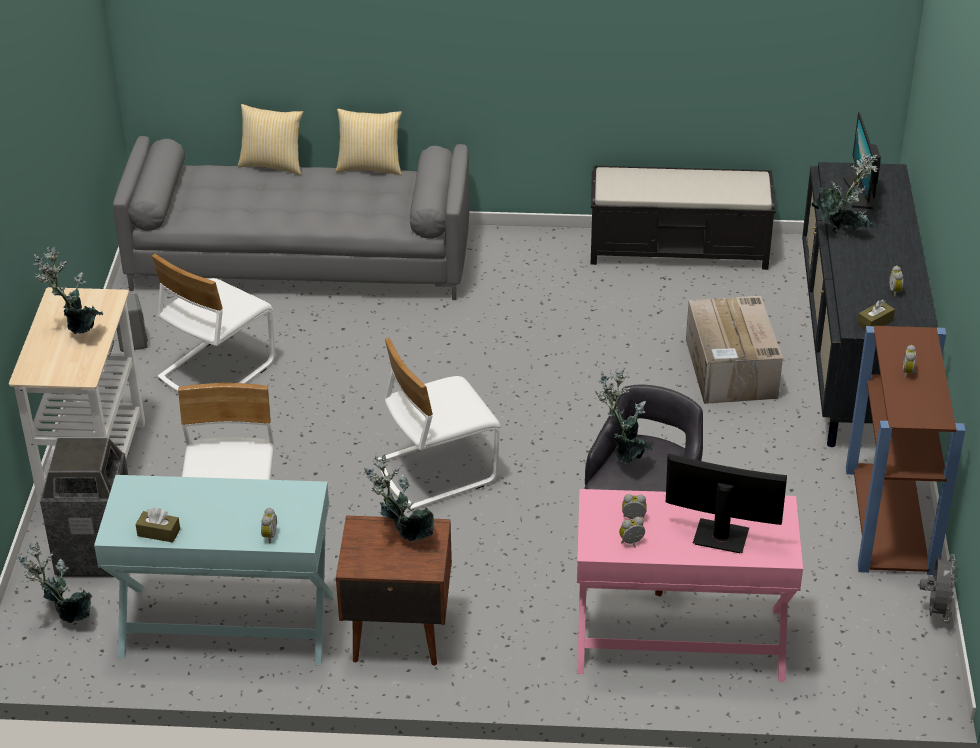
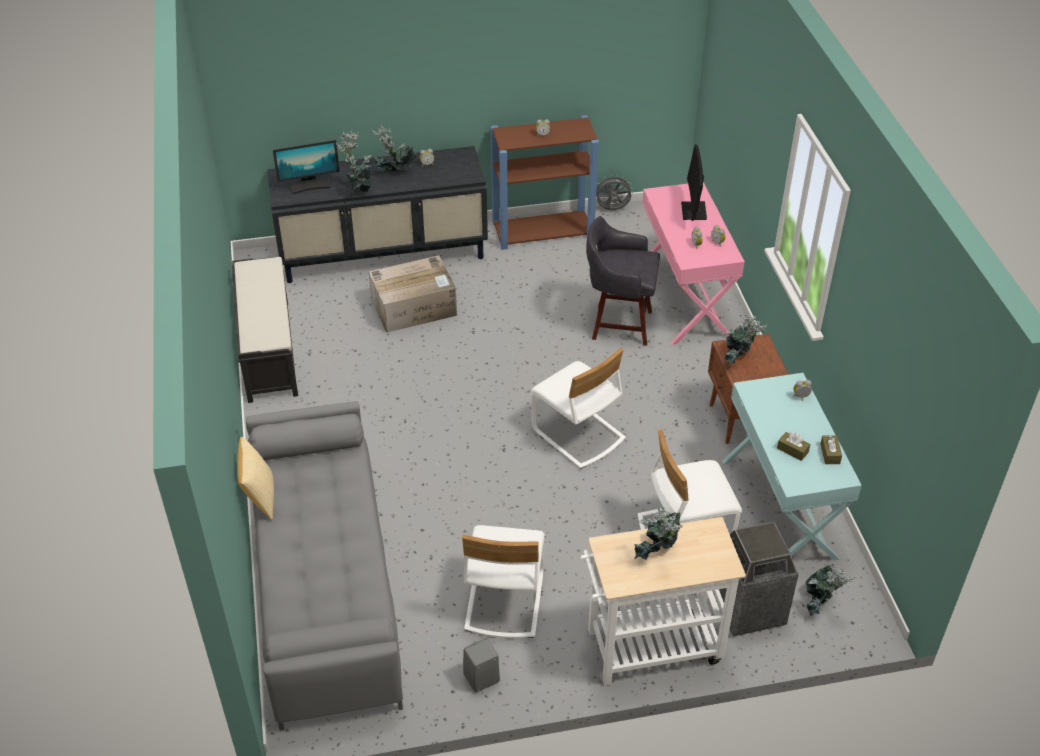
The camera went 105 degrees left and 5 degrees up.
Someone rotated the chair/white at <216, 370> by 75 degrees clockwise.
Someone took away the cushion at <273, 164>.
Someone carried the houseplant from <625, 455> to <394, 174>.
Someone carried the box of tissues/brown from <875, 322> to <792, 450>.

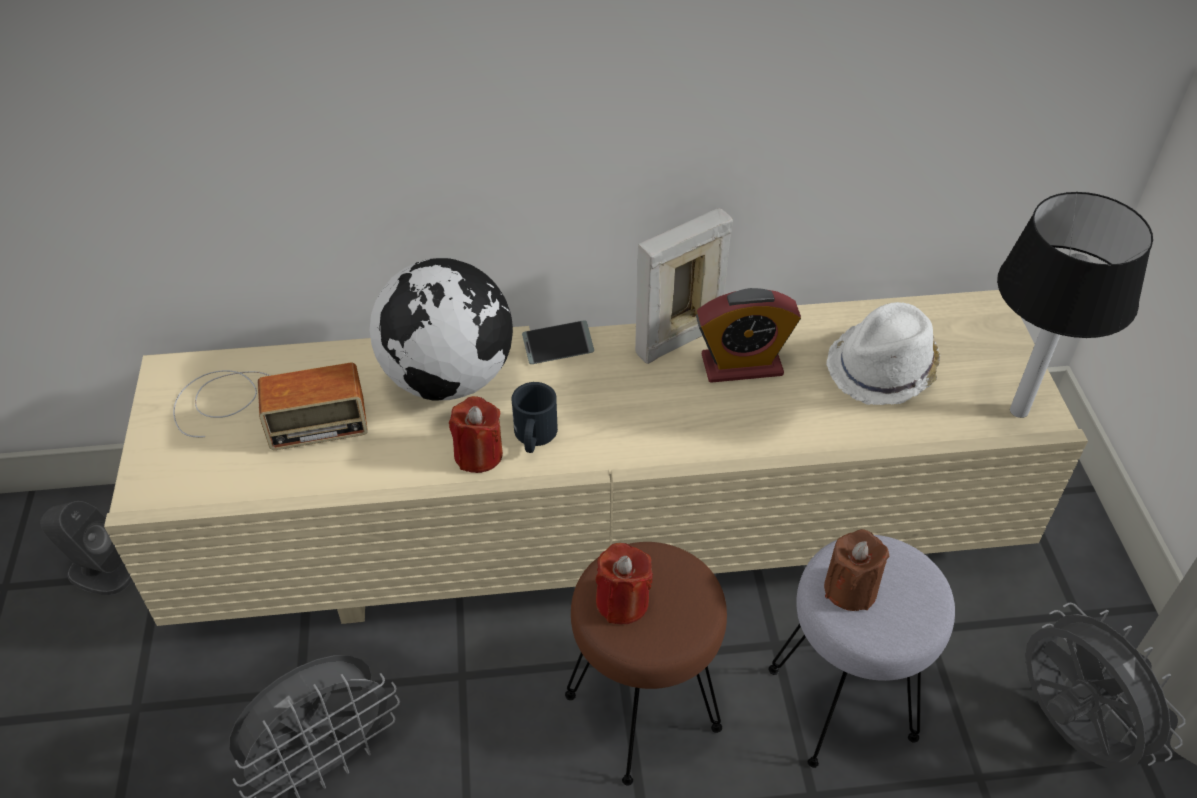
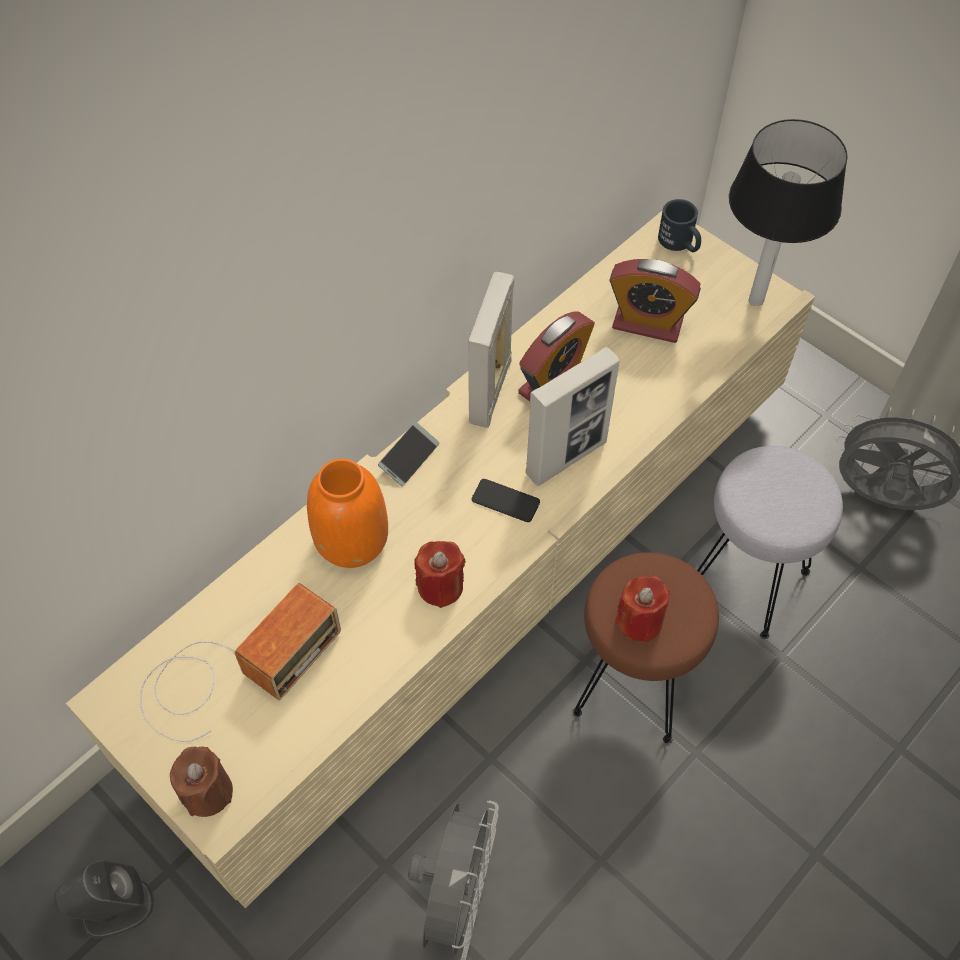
The camera went 40 degrees left and 10 degrees up.
Someone swapped the desk globe at <449, 378> for the flower vase/orange at <353, 541>.
Someone carried the coffee mug/black-coloured from <534, 437> to <680, 243>.
Someone carried the candle/brown from <850, 589> to <207, 792>.
Someone swapped the hat/white at <883, 369> for the table clock at <647, 323>.
Someone put down the telephone at <505, 501>.
Someone put down the photo frame at <566, 458>.

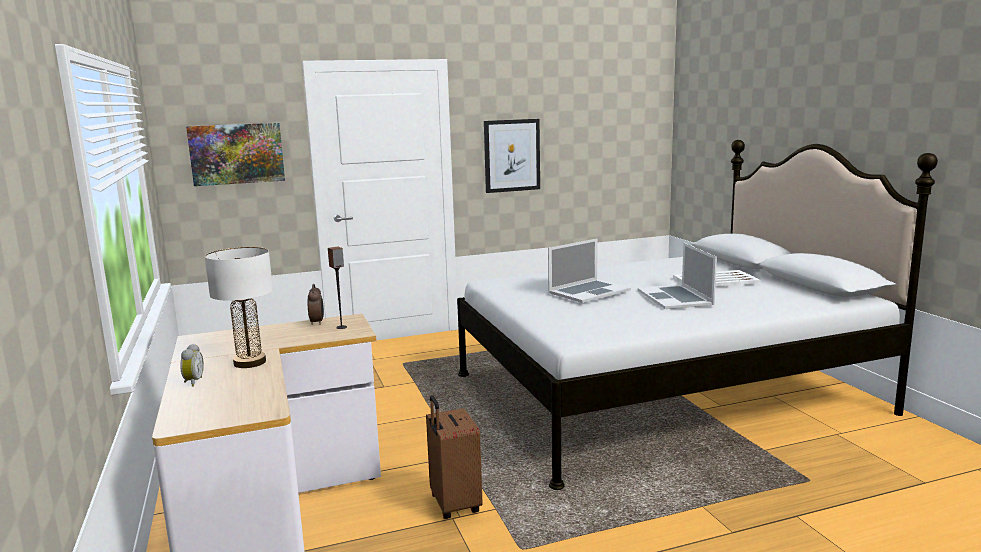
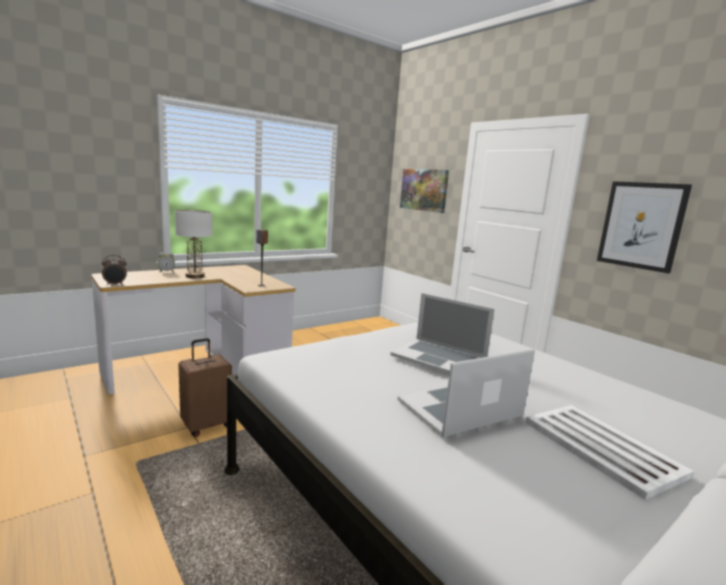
The camera went 70 degrees right and 0 degrees up.
Someone carried the table clock from <317, 322> to <115, 284>.

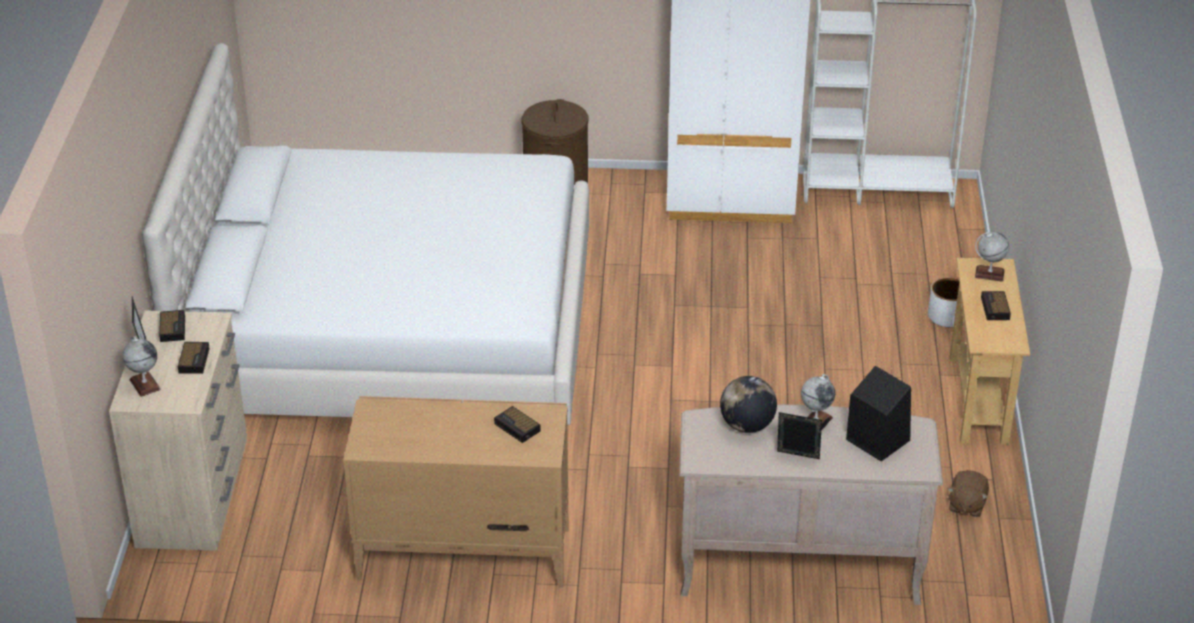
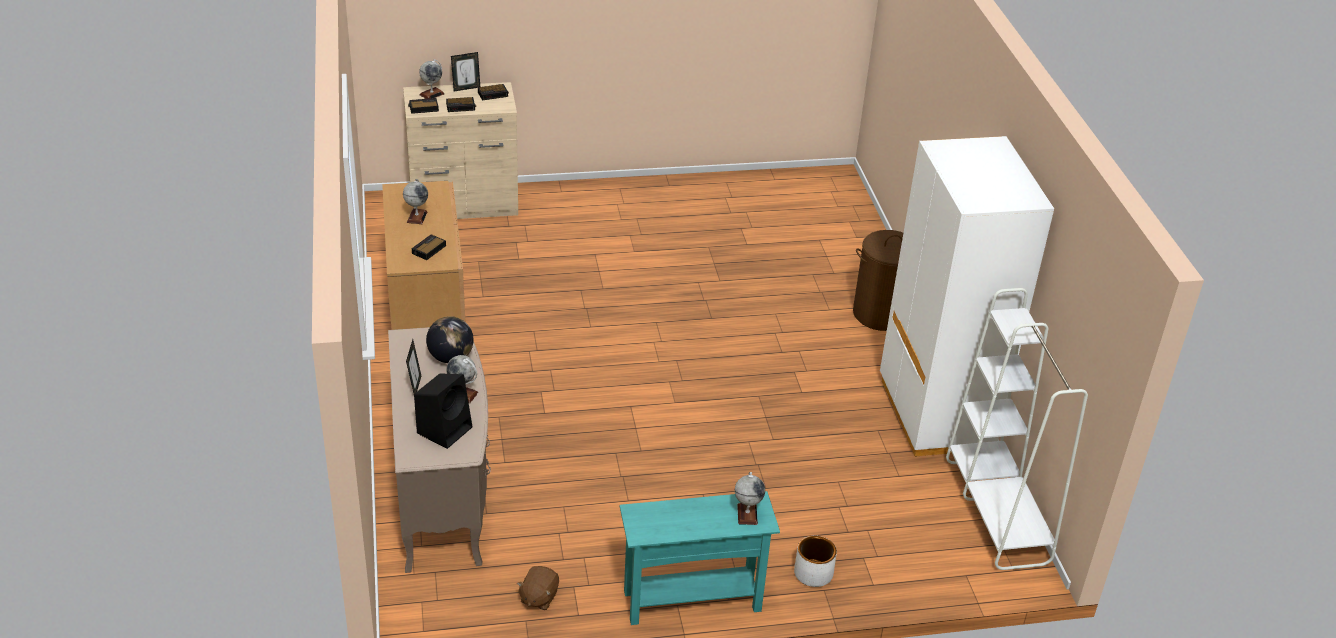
The camera went 75 degrees right and 0 degrees up.
Someone took away the bedroom bed/white at <390, 327>.
Someone rotated the plush toy/brown at <966, 505> by 75 degrees counterclockwise.
Someone repainted the console table/beige-coloured at <978, 399>, which became the console table/blue-green at <692, 601>.
Someone carried the table clock from <995, 309> to <423, 108>.
Someone put down the desk globe at <417, 217>.

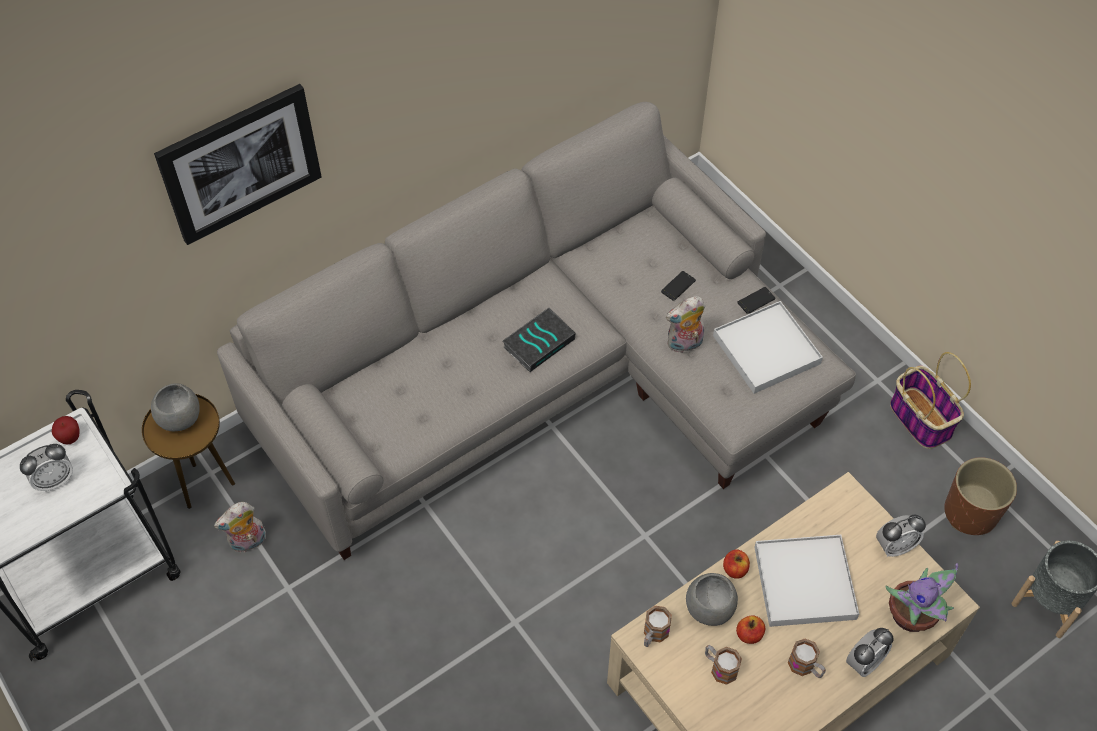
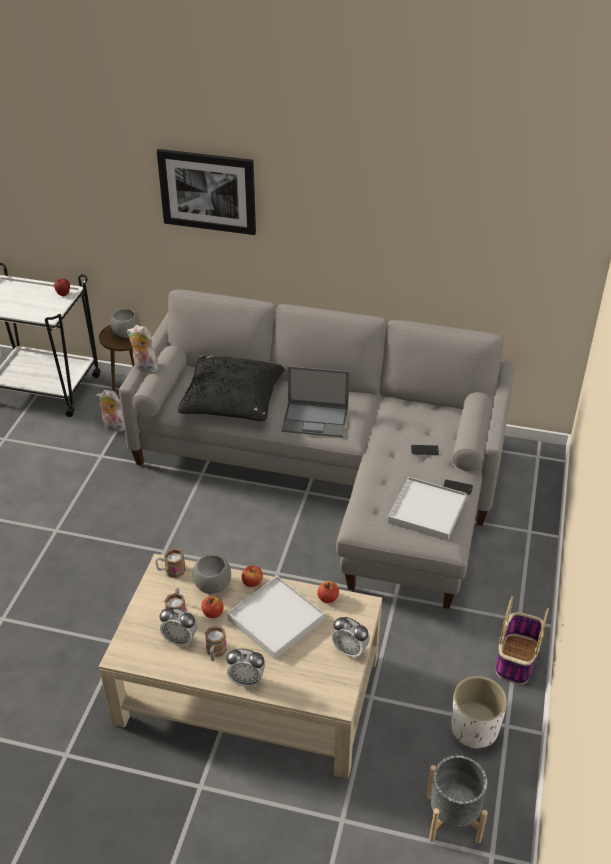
The camera went 50 degrees right and 15 degrees down.
Someone carried the table clock from <55, 480> to <180, 639>.
Someone swapped the bound book at <538, 342> for the portable computer at <316, 419>.
Someone carried the plush toy from <684, 344> to <144, 368>.
Someone took away the houseplant at <912, 617>.
Someone repainted the plant pot/brown at <971, 513>, which became the plant pot/white at <474, 729>.
Someone put down the cushion/black-coloured at <232, 399>.
Someone put down the apple at <328, 598>.

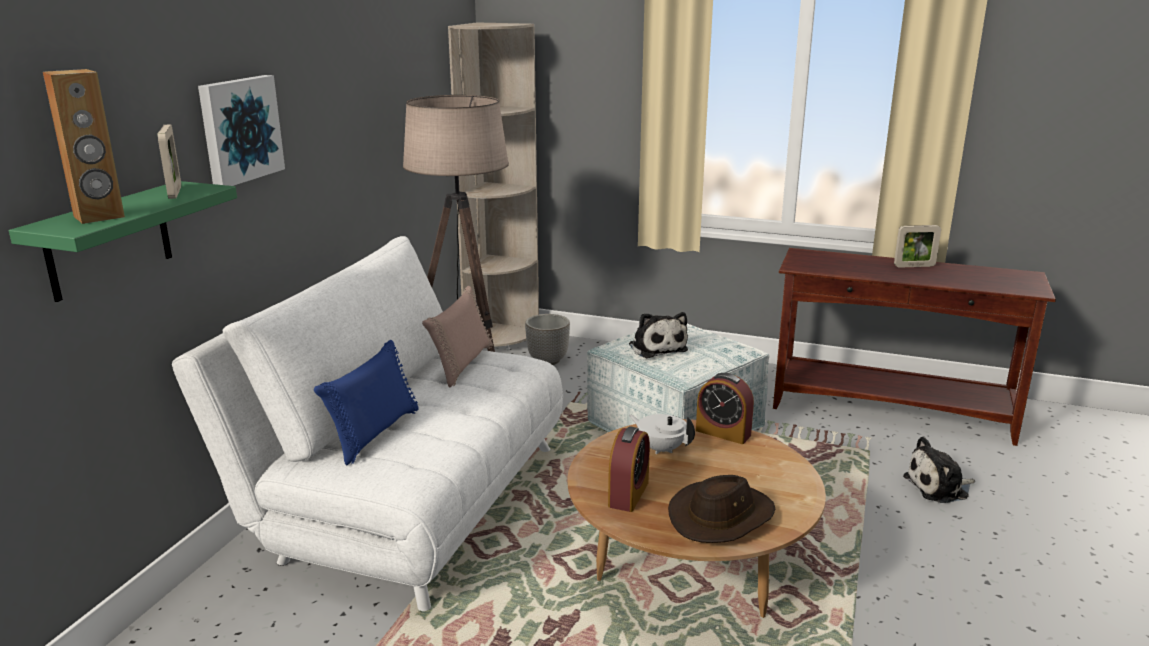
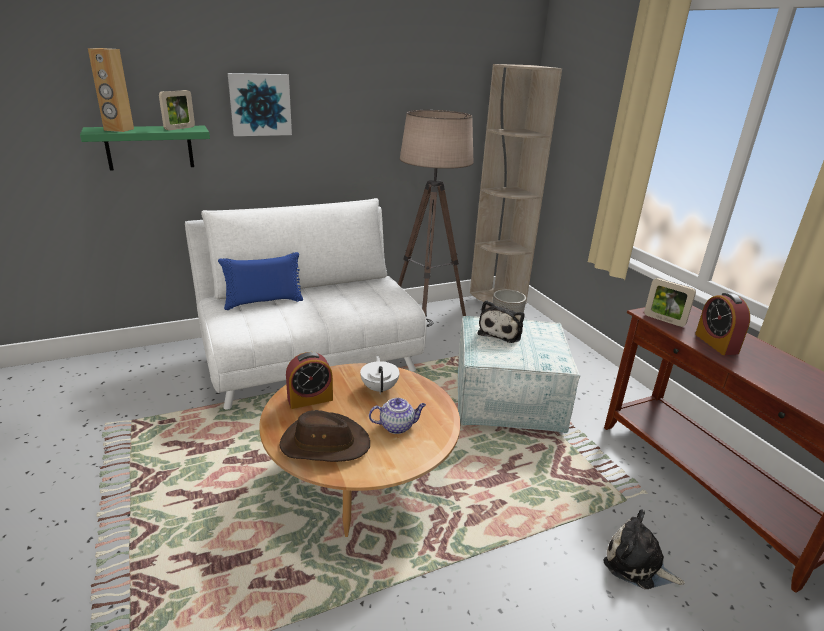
The camera went 45 degrees right and 5 degrees up.
Someone took away the cushion/beige-coloured at <461, 364>.
Someone carried the table clock from <723, 433> to <716, 343>.
Someone carried the photo frame from <914, 266> to <664, 320>.
Someone put down the pot for tea at <397, 426>.

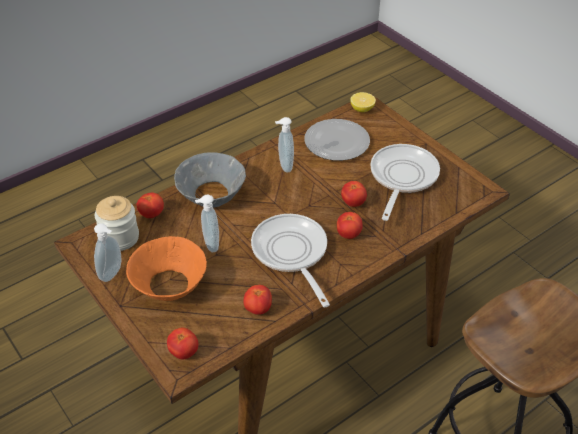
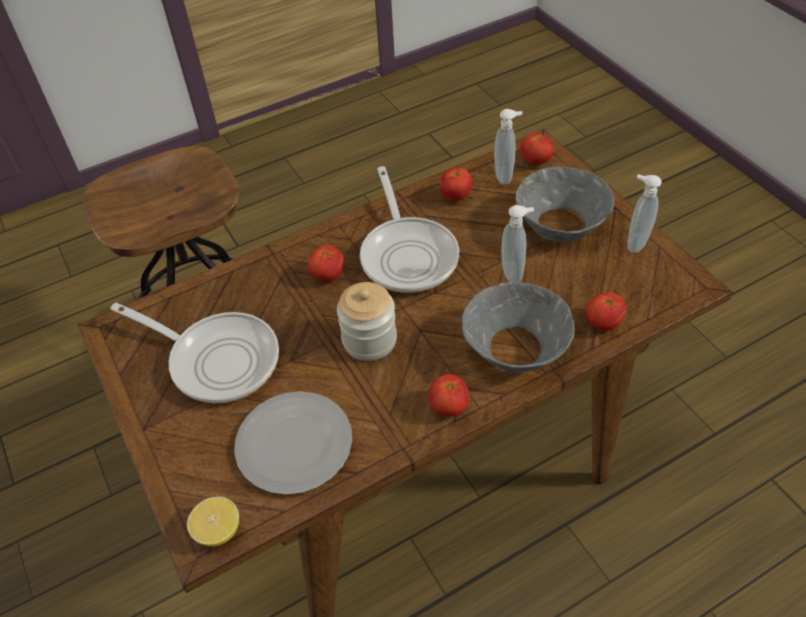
The camera went 170 degrees left and 5 degrees up.
Someone carried the preserve jar from <120, 238> to <369, 340>.
Someone repainted the serving bowl/orange at <169, 286>, which became the serving bowl/grey at <560, 225>.
Someone carried the soap dispenser from <284, 166> to <505, 176>.
Someone carried the fresh tomato from <353, 202> to <449, 407>.
Someone rotated the pan at <401, 178> by 90 degrees counterclockwise.

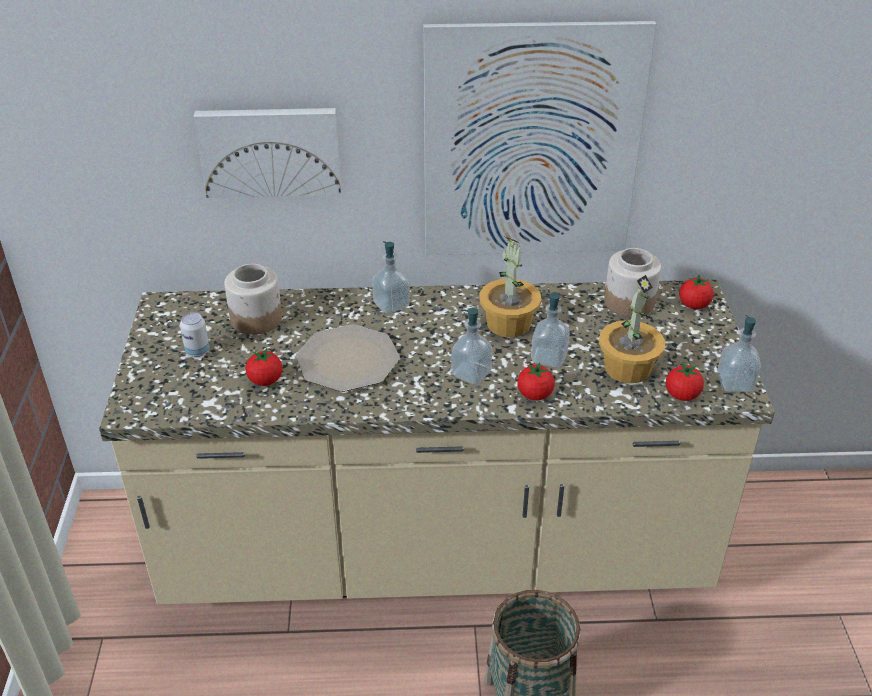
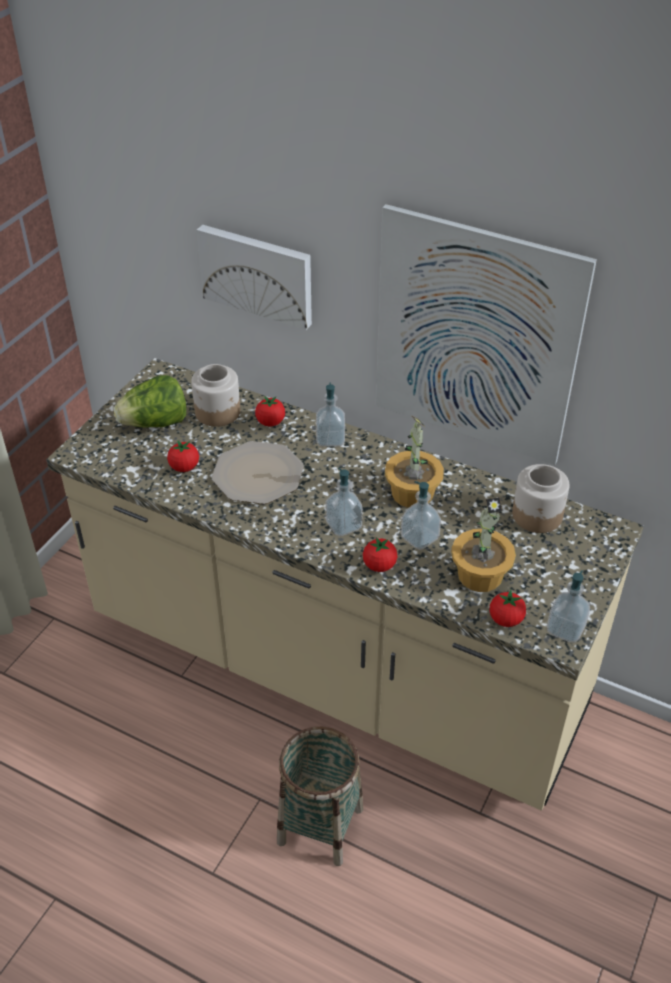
The camera went 30 degrees right and 5 degrees up.
Someone swapped the can at <197, 351> for the lettuce at <155, 423>.
Someone carried the fresh tomato from <693, 305> to <270, 422>.

